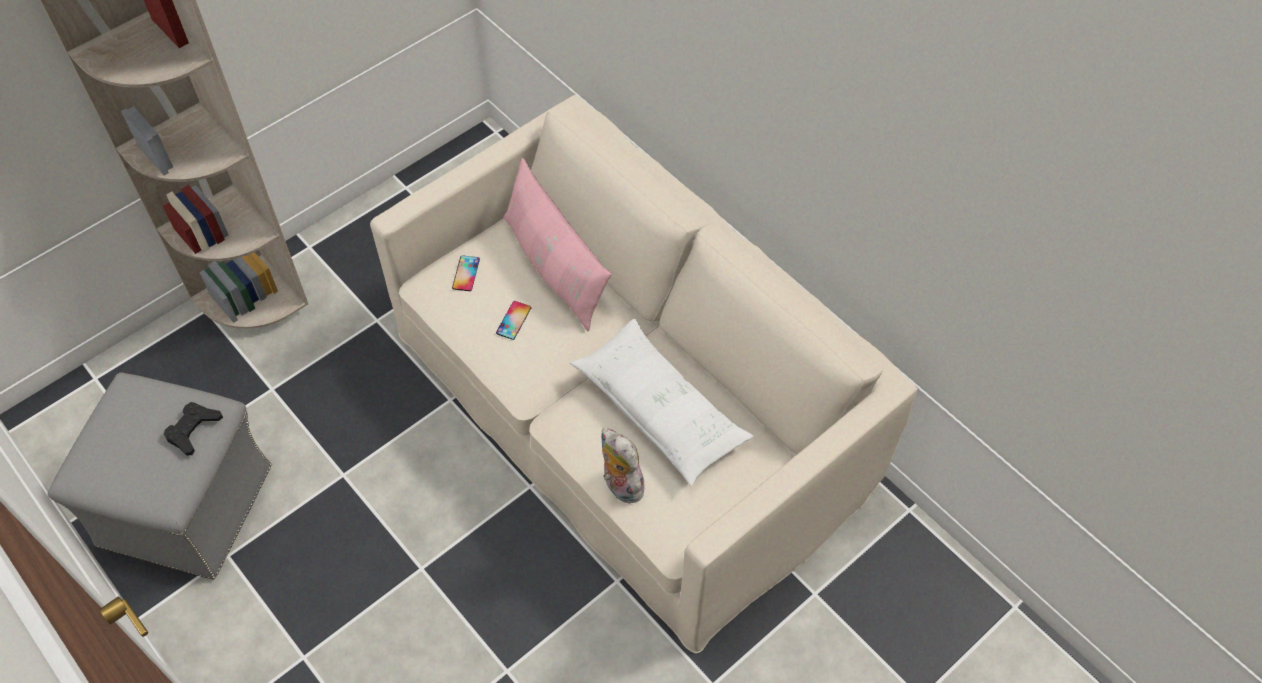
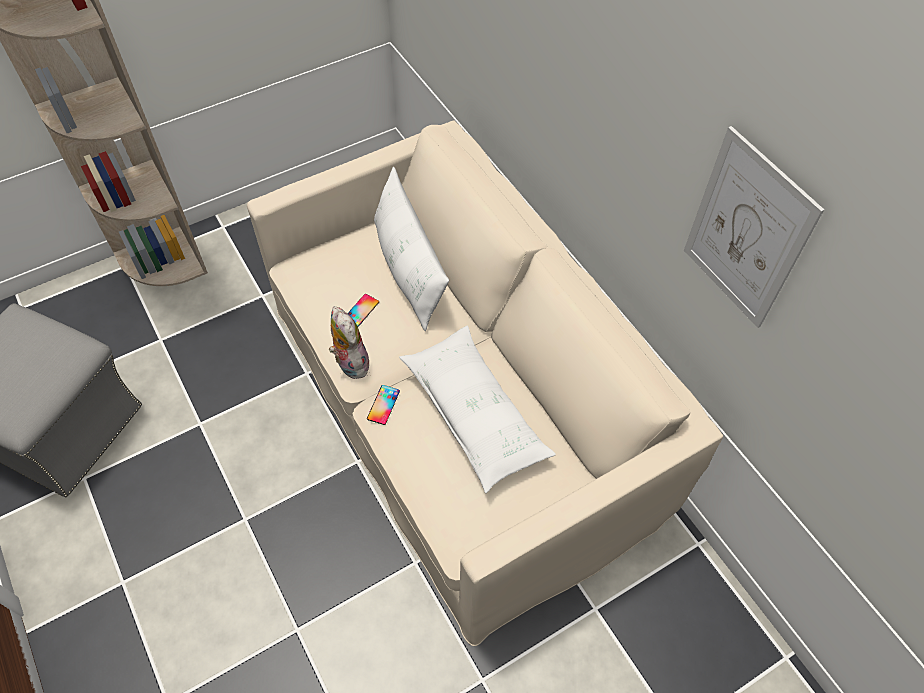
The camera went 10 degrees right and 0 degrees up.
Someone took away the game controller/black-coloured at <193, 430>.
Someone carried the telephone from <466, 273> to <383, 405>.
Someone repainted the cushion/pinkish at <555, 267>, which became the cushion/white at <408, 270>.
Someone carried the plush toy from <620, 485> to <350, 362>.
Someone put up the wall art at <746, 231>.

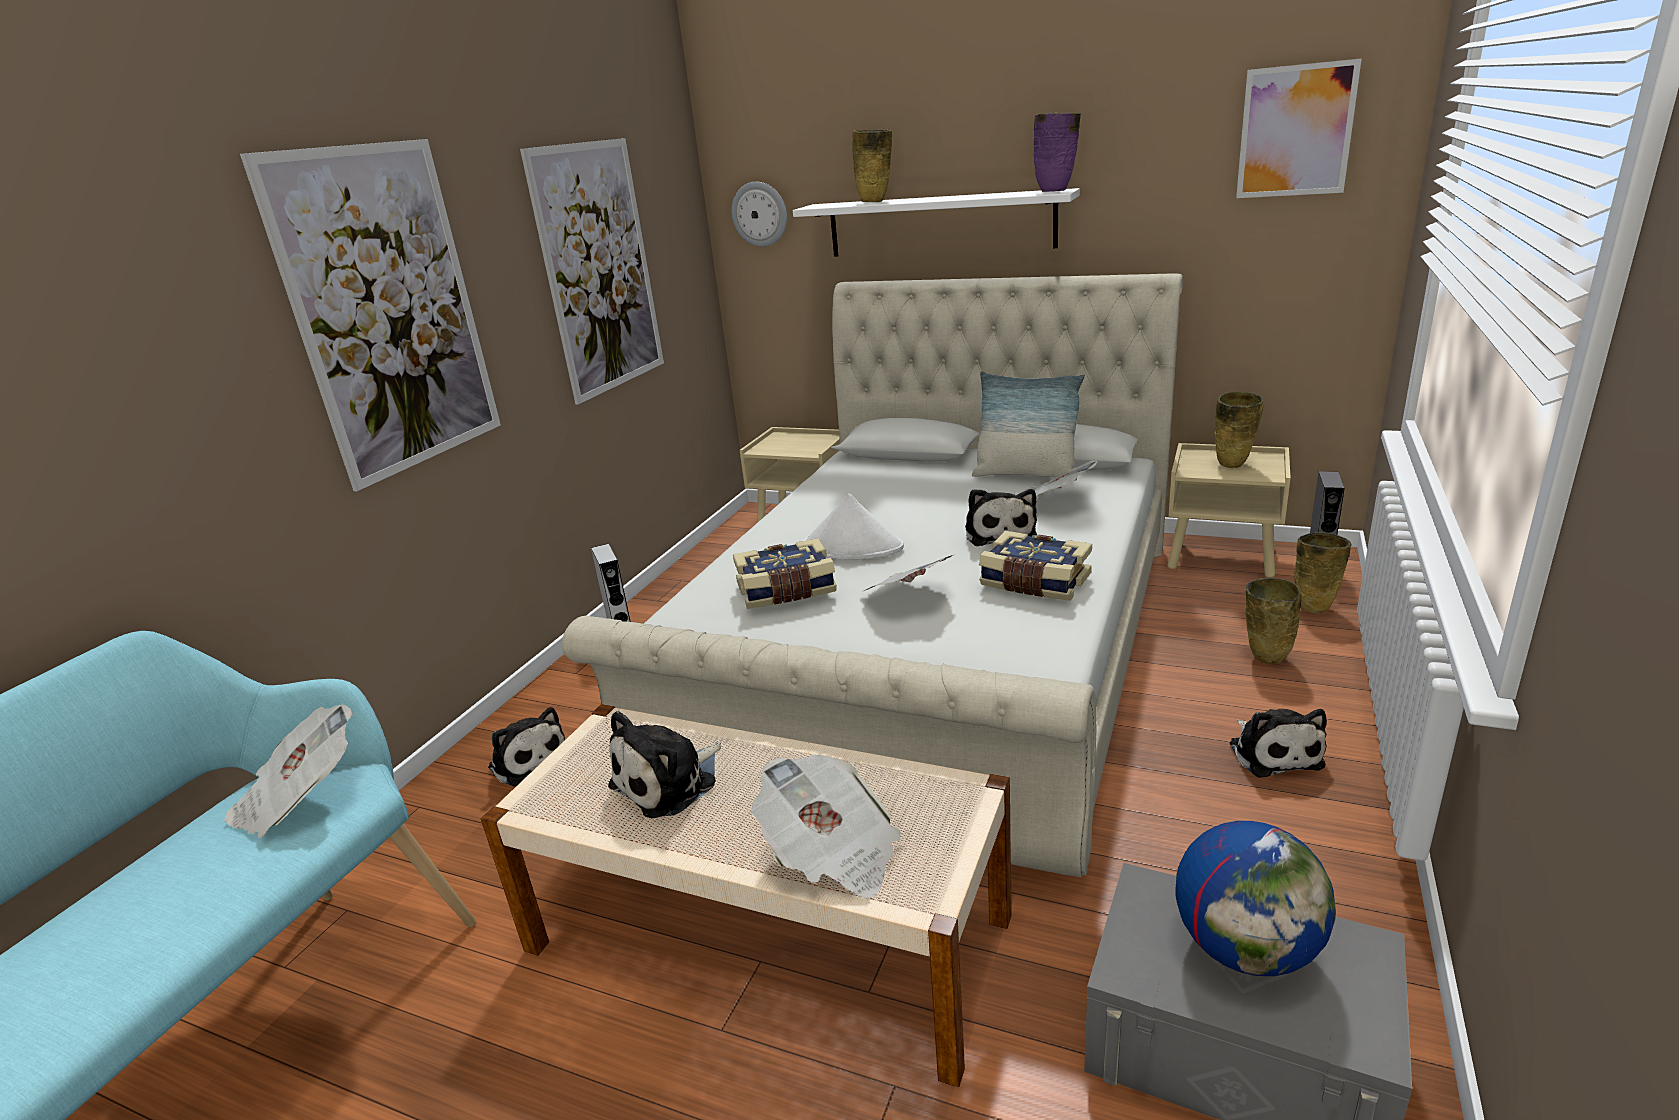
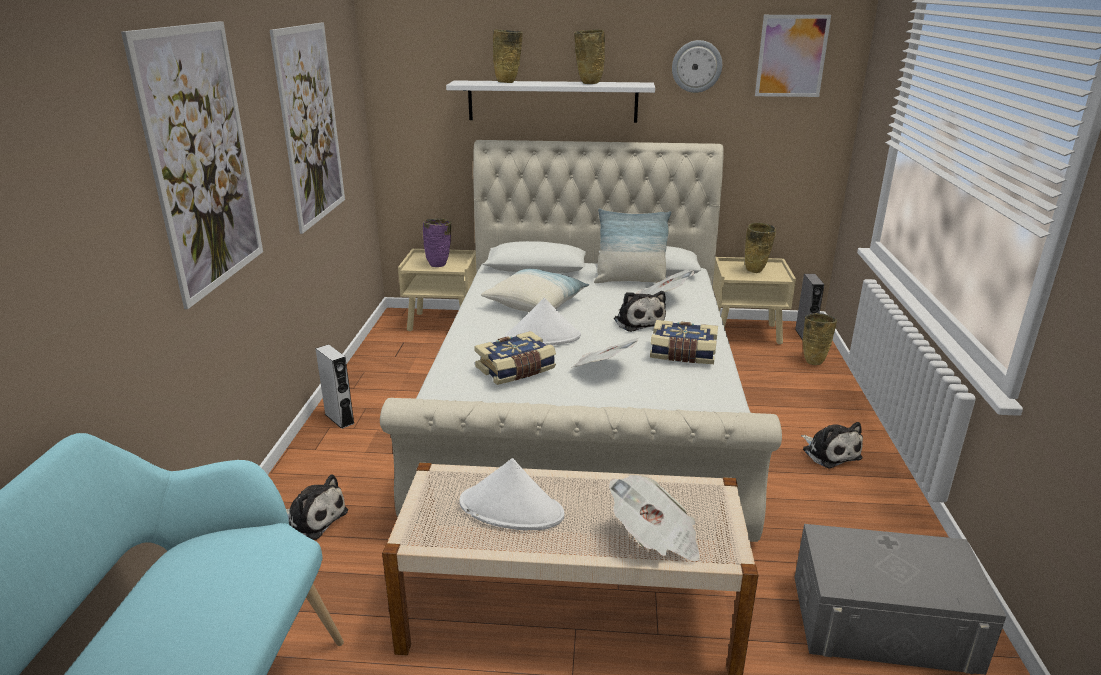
The camera went 20 degrees left and 0 degrees up.
Someone took away the printed paper at <301, 799>.
Someone swapped the plush toy at <669, 782> for the hat/white at <512, 509>.
Someone carried the clock on the wall from <760, 214> to <696, 66>.
Someone carried the flower vase/purple from <1056, 191> to <439, 265>.
Someone took away the desk globe at <1246, 948>.
Someone carried the flower vase/beige-coloured from <1265, 659> to <588, 83>.
Someone put down the cushion at <536, 303>.

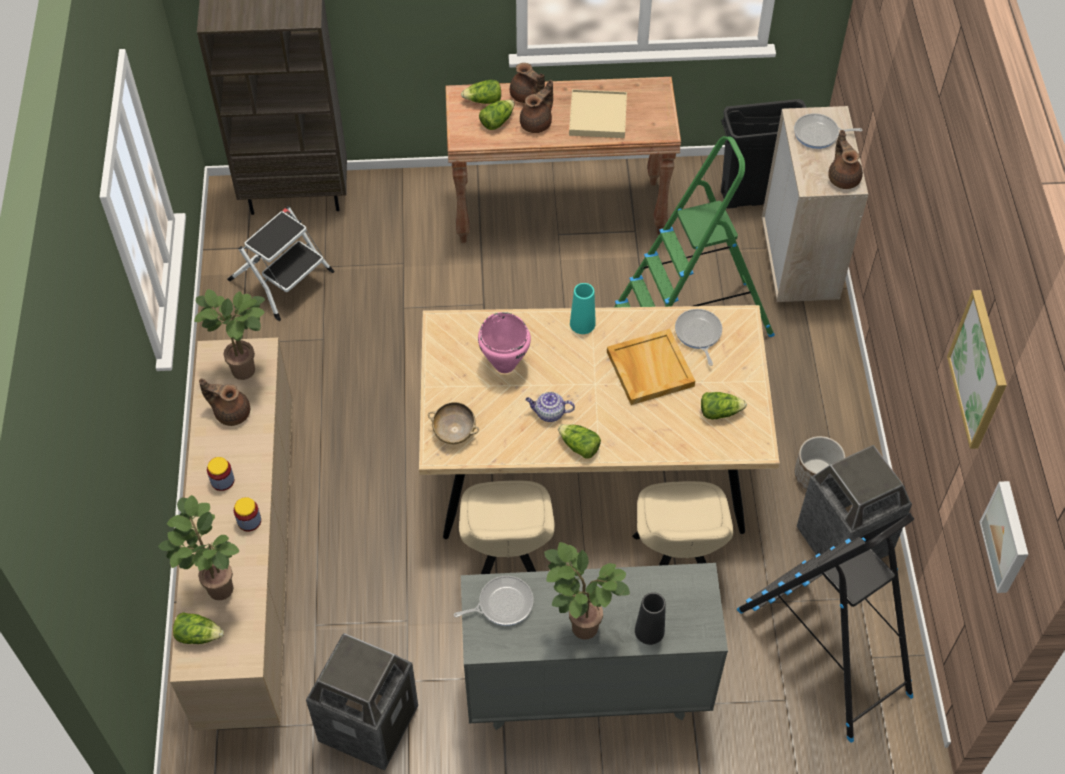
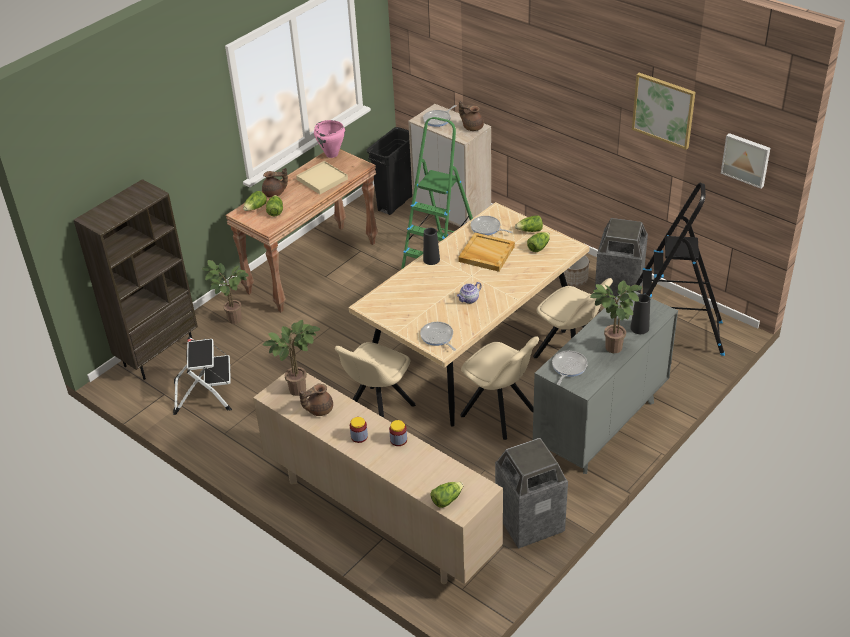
The camera went 45 degrees left and 15 degrees down.
Someone carried the houseplant from <215, 587> to <232, 320>.
Someone swapped the serving bowl/beige-coloured at <454, 431> for the pan at <437, 337>.
Someone carried the stockpot/pinkish from <504, 365> to <332, 154>.
Someone took away the pot for tea/brown at <537, 123>.
Someone carried the lettuce from <579, 446> to <530, 231>.
Someone repainted the flower vase/blue-green at <582, 323>, which became the flower vase/black-coloured at <431, 259>.
Someone put down the chair/beige-coloured at <377, 412>.

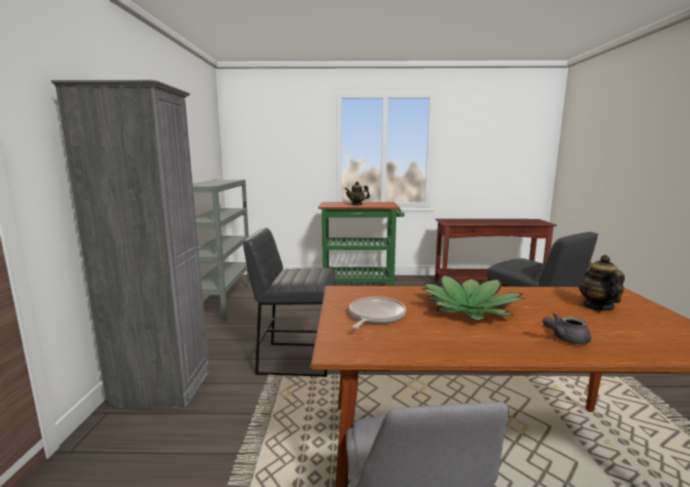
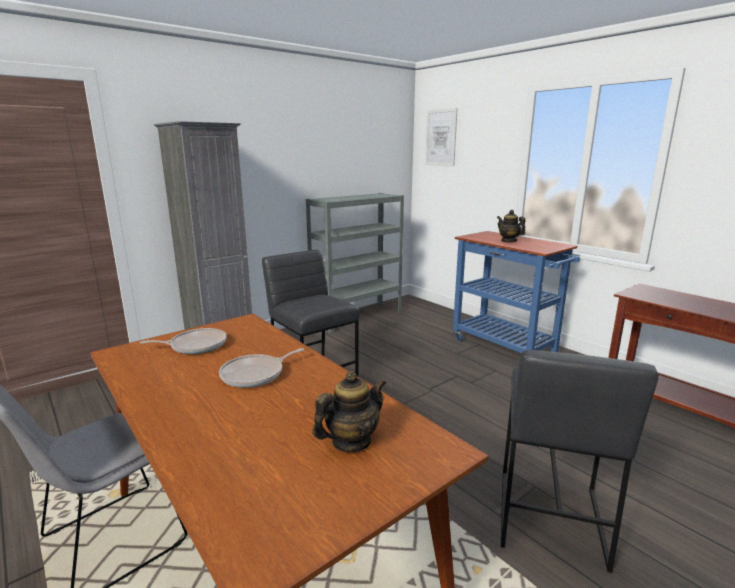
The camera went 50 degrees right and 5 degrees up.
Someone repainted the wheeled cart/green at <359, 285>, which became the wheeled cart/blue-coloured at <504, 347>.
Someone swapped the houseplant at <470, 308> for the pan at <255, 375>.
Someone took away the pot for tea/grey at <565, 339>.
Someone put up the wall art at <441, 138>.

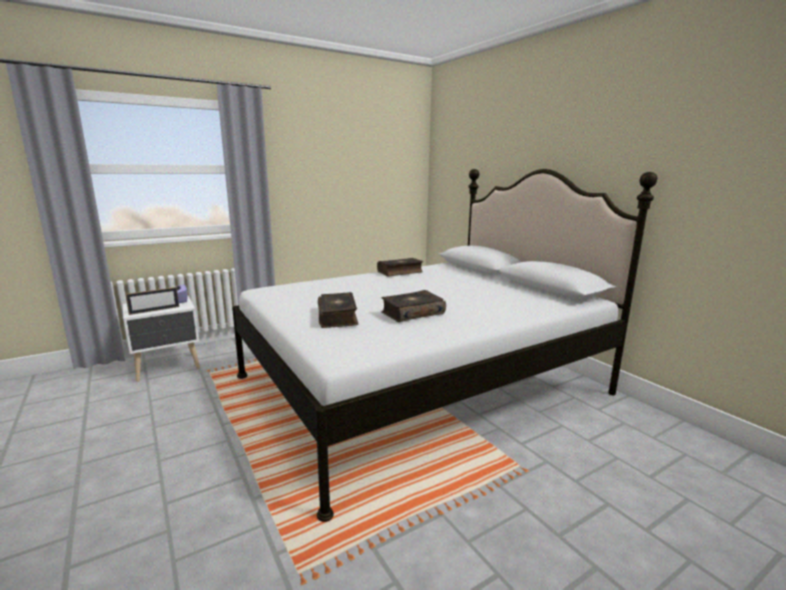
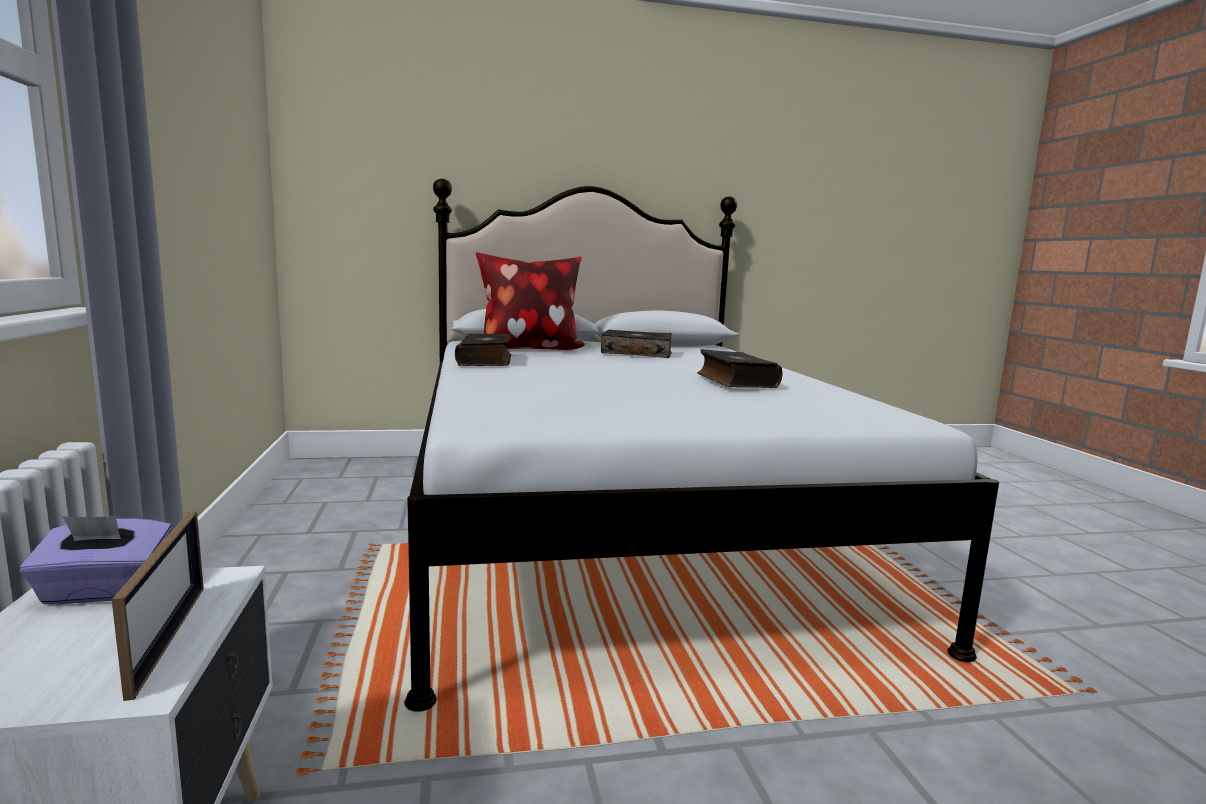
The camera went 70 degrees left and 5 degrees down.
Someone carried the bound book from <338, 317> to <636, 353>.
Someone put down the cushion at <528, 349>.

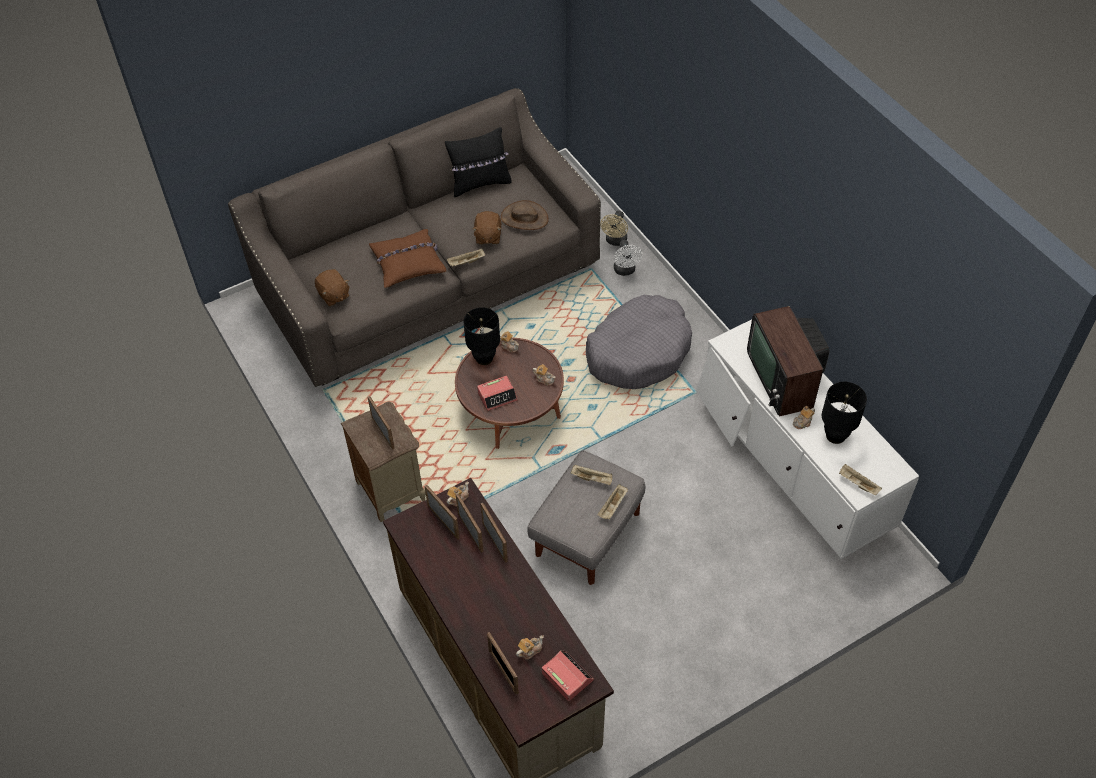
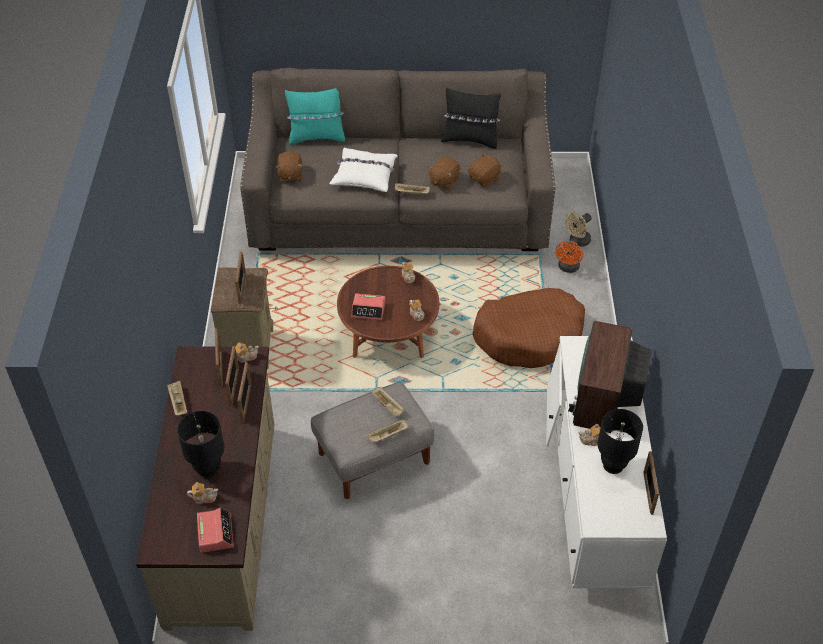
The camera went 30 degrees right and 5 degrees down.
Someone repainted the cushion/brown at <408, 263>, which became the cushion/white at <365, 175>.
Someone carried the table lamp/black-coloured from <484, 358> to <208, 469>.
Someone carried the photo frame from <503, 672> to <648, 493>.
Someone swapped the hat/brown at <524, 218> for the plush toy/brown at <484, 179>.
Someone repainted the dog cushion/grey at <638, 351>, which became the dog cushion/brown at <529, 336>.
Someone repainted the electric fan/white at <625, 271>, which became the electric fan/orange at <568, 268>.
Someone carried the serving tray/beige-coloured from <857, 484> to <178, 402>.
Someone put down the cushion/blue-green at <316, 137>.

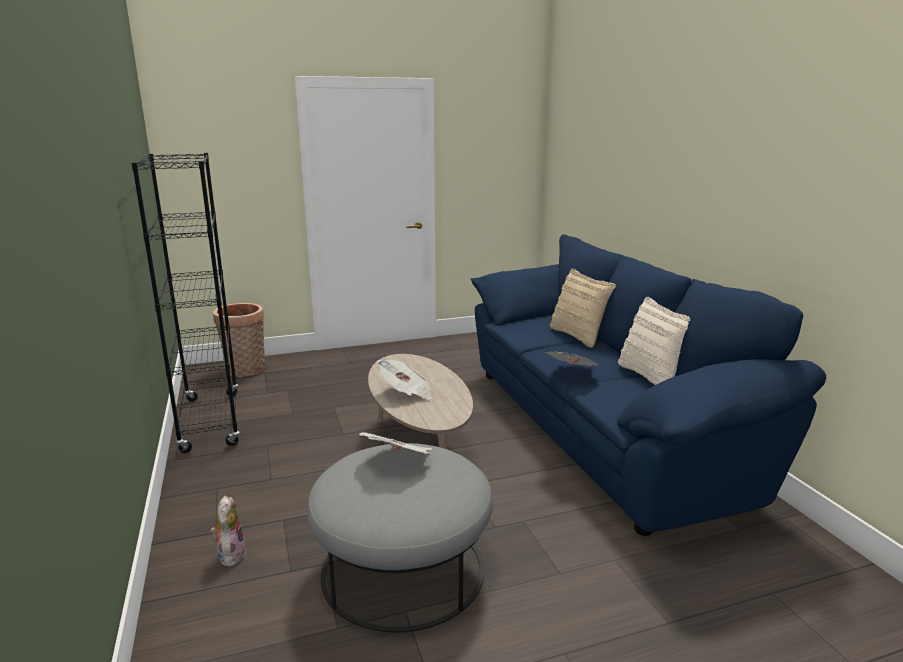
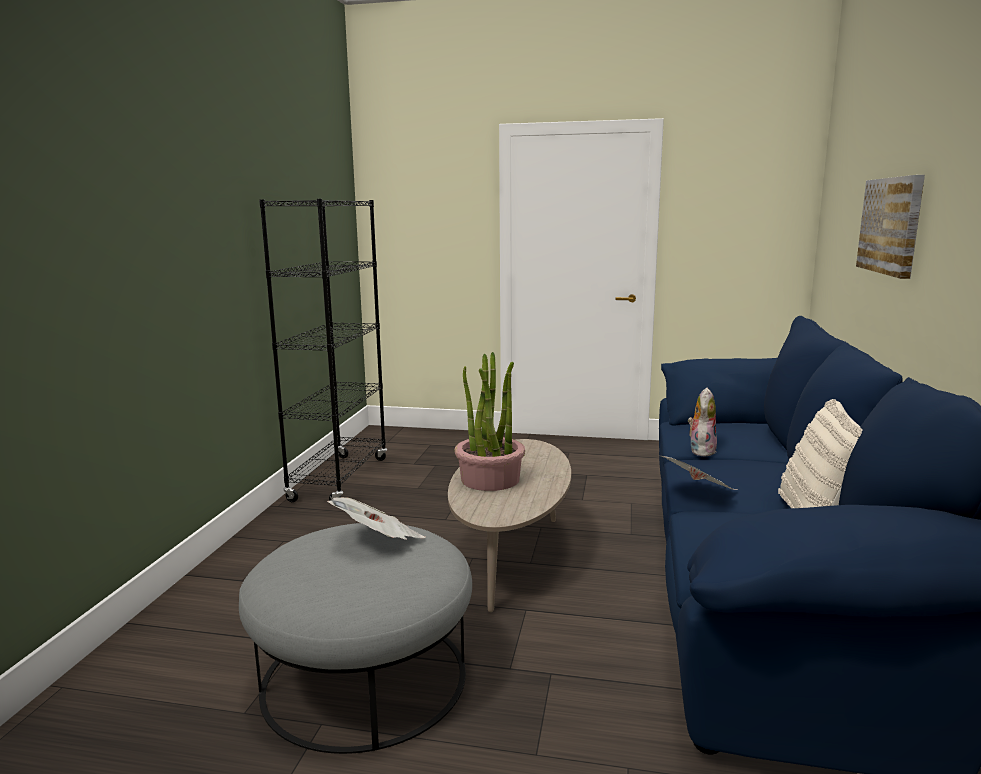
The camera went 30 degrees right and 5 degrees down.
Someone carried the plush toy from <230, 554> to <701, 450>.
Someone took away the storage basket at <245, 371>.
Someone swapped the printed paper at <406, 393> for the houseplant at <490, 479>.
Someone took away the cushion/beige-coloured at <579, 337>.
Someone put up the wall art at <891, 225>.

